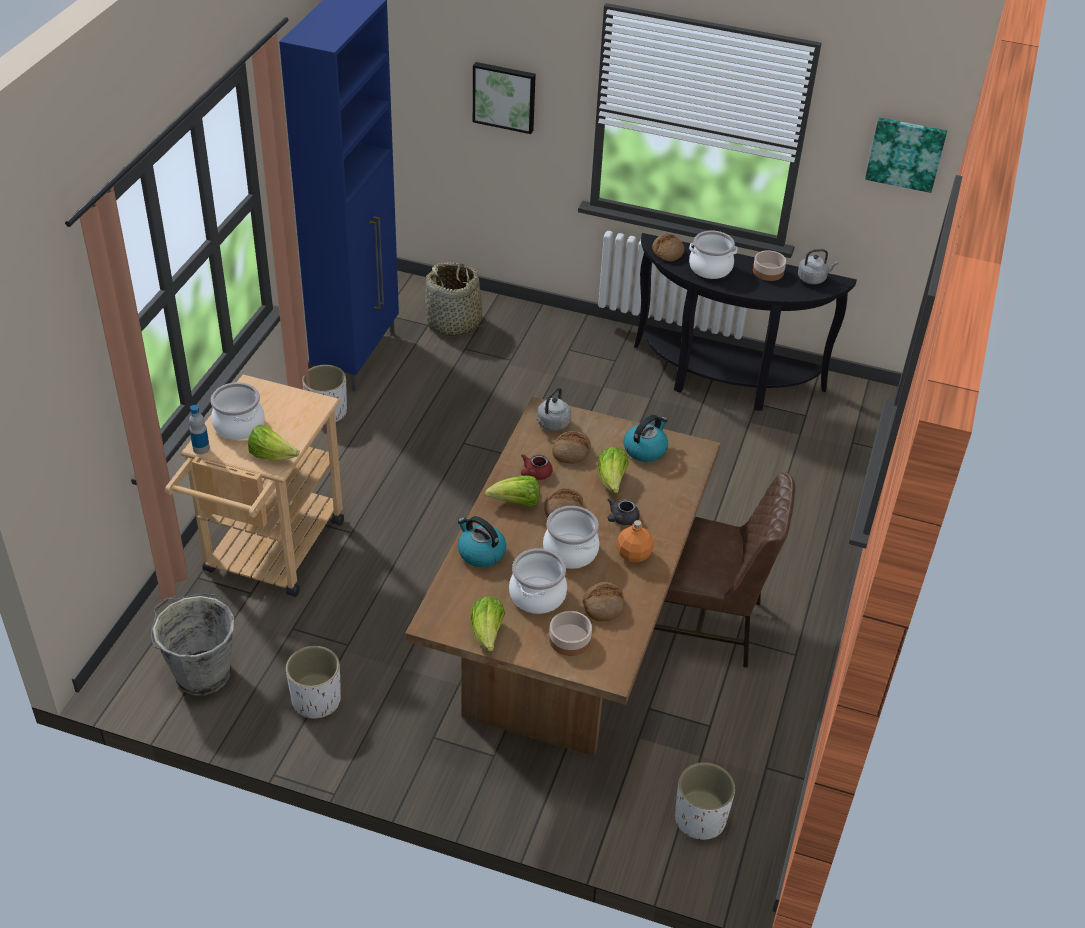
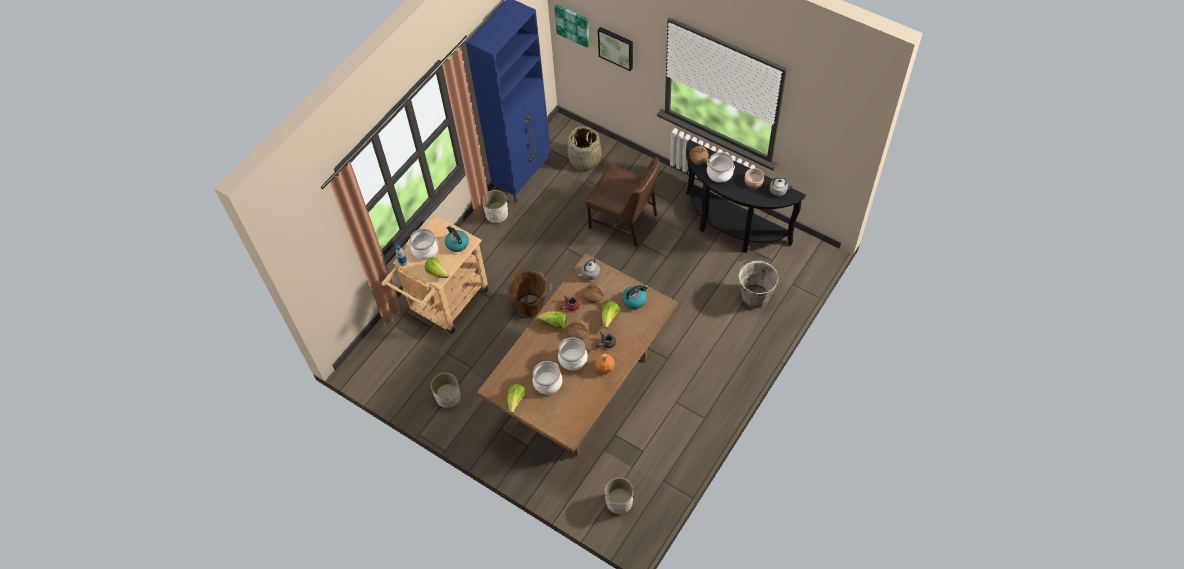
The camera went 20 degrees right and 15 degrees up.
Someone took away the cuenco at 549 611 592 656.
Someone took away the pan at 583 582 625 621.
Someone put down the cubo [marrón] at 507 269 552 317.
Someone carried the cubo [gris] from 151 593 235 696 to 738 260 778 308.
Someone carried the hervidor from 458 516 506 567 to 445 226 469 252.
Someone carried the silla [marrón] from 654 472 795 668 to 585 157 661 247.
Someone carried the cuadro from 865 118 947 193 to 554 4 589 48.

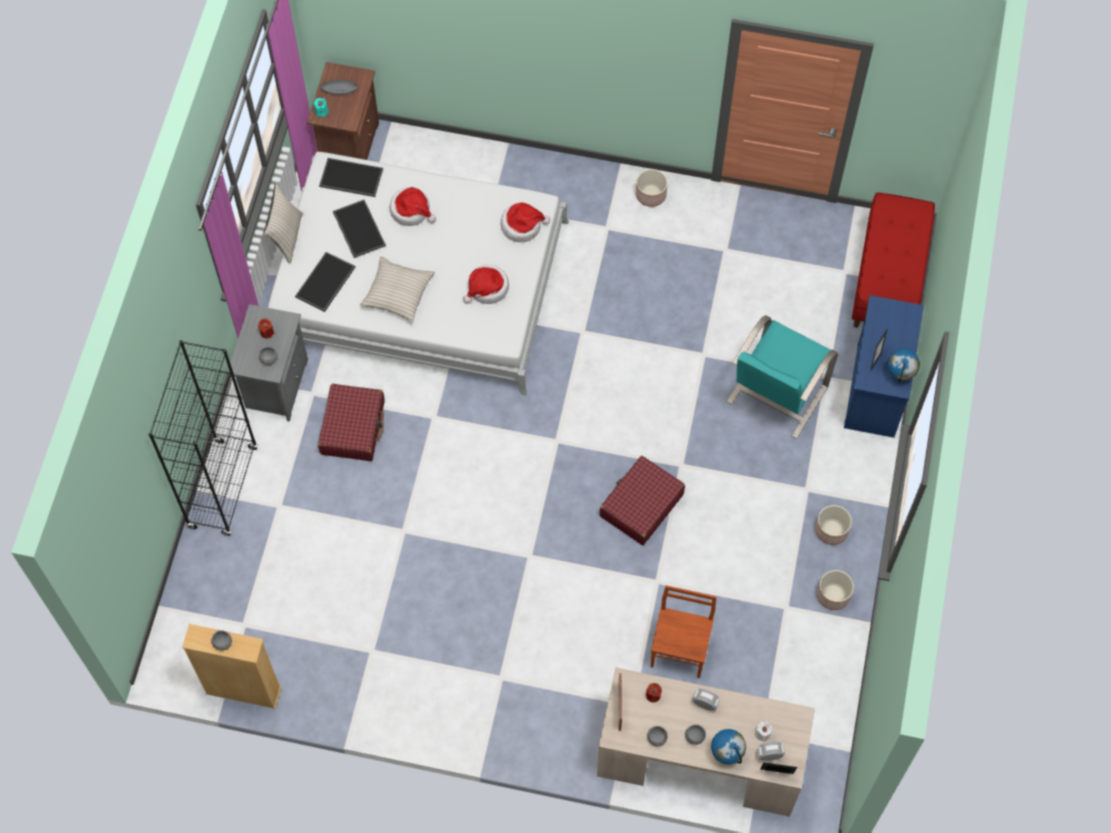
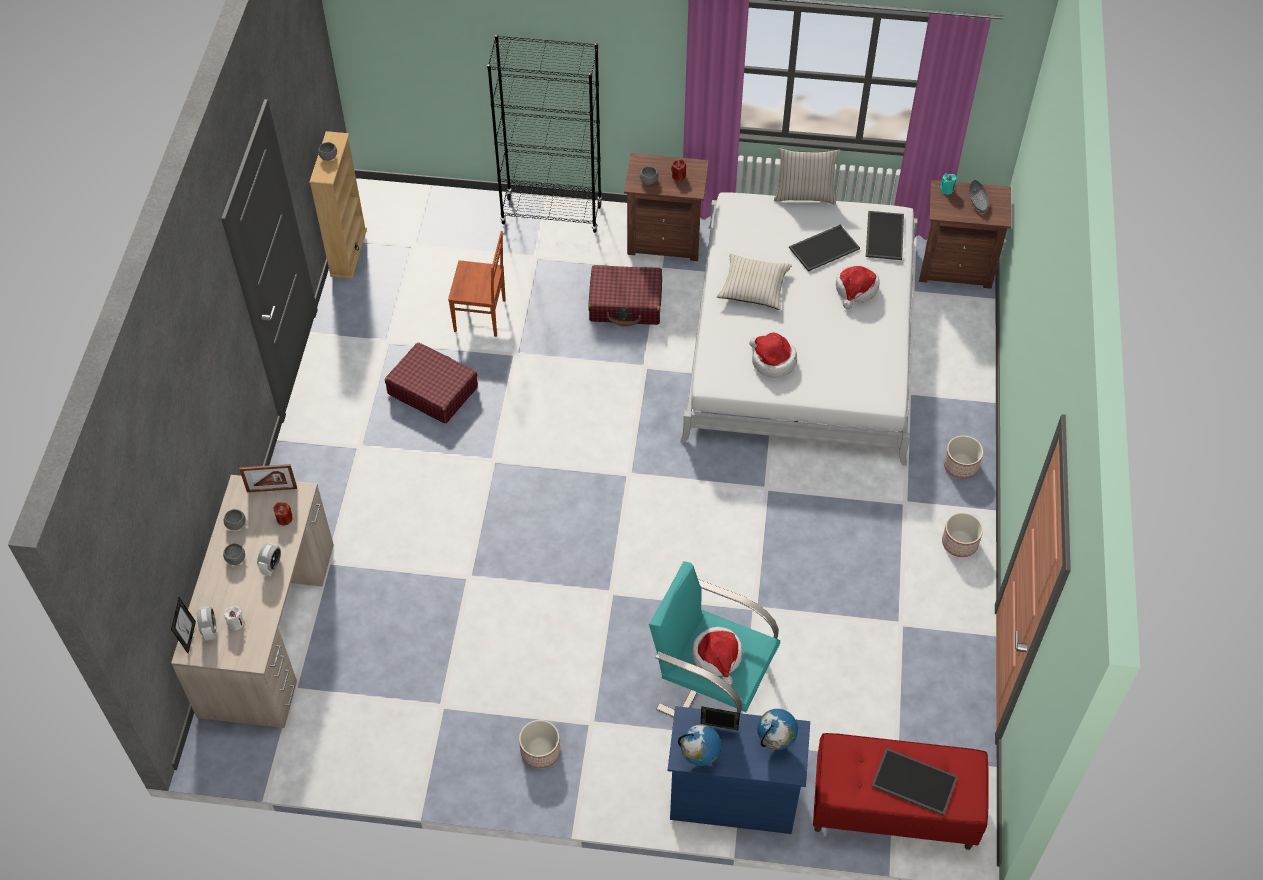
The camera went 85 degrees right and 10 degrees down.
Someone carried the bandeja from 295 252 356 312 to 871 748 958 816.
Someone carried the sombrero from 501 203 550 242 to 692 627 743 685.
Someone carried the maleta [rojo] from 600 456 685 545 to 385 342 478 424.
Someone carried the silla [marrón] from 651 586 716 678 to 448 231 506 337.
Someone carried the globo terráqueo from 711 729 746 764 to 757 709 798 750.
Someone carried the maceta from 817 570 854 610 to 944 436 983 479.
Someone repainted the mesita de noche [gris] at 228 304 308 422, which became the mesita de noche [marrón] at 624 153 709 261.

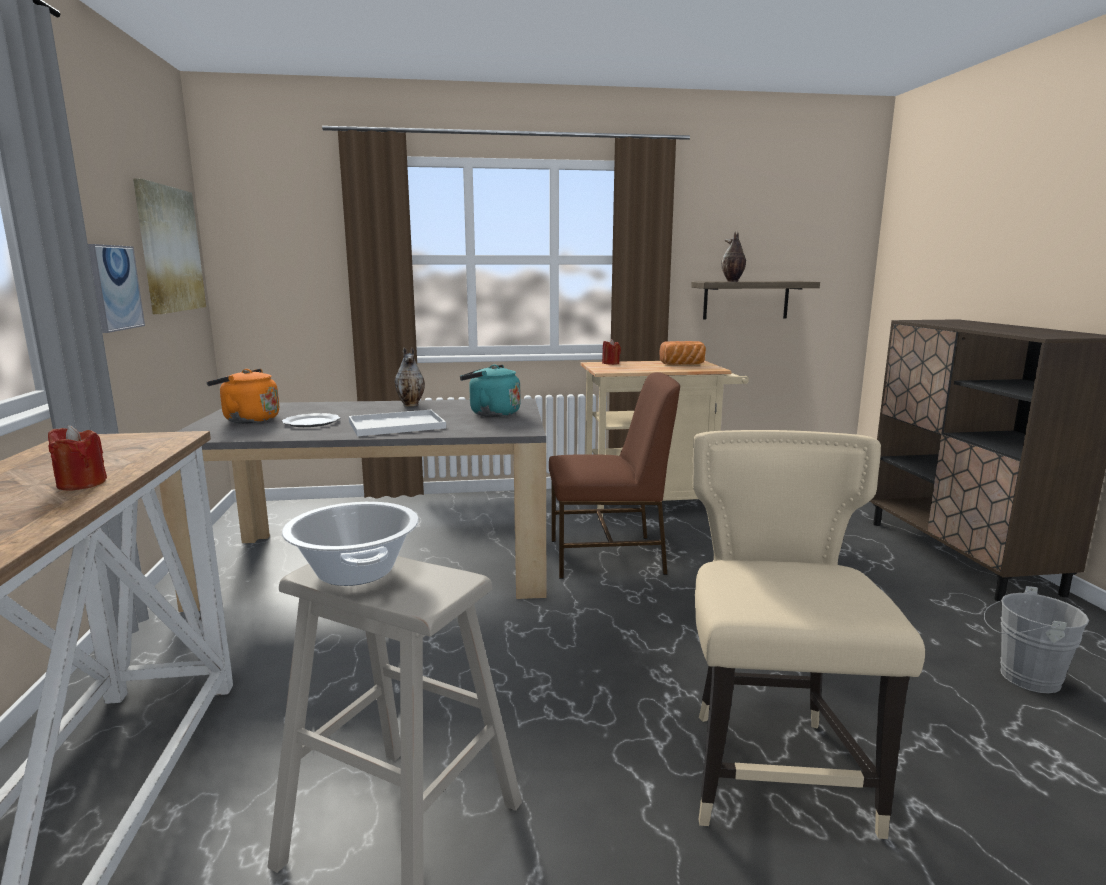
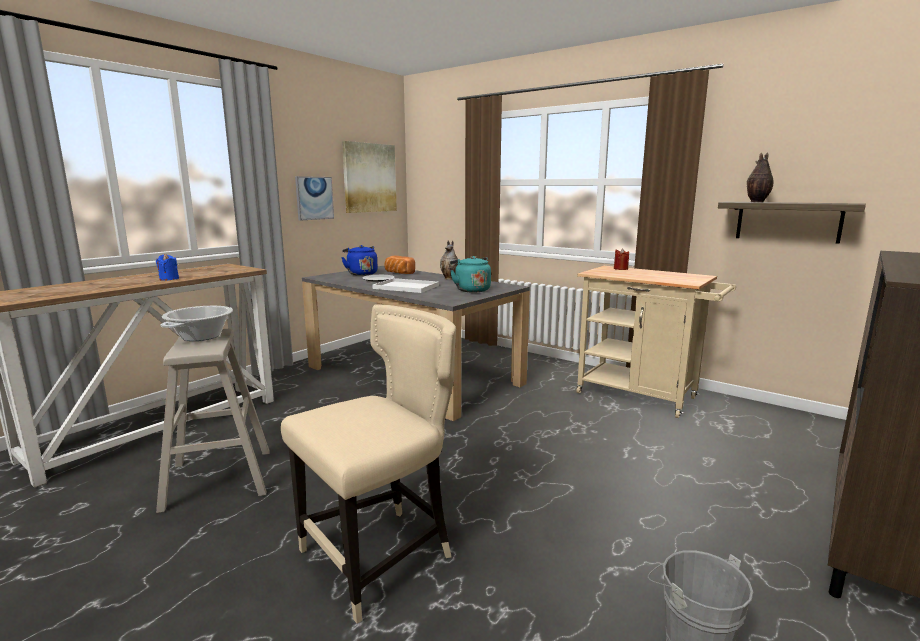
The camera went 45 degrees right and 0 degrees up.
Someone took away the silla [marrón] at 549 372 680 579.
Someone carried the pan from 659 341 706 365 to 384 255 415 274.
Someone repainted the vela [rojo] at 48 425 107 490, which became the vela [azul] at 156 254 179 281.
Someone repainted the hervidor [naranja] at 207 369 279 423, which became the hervidor [azul] at 341 245 378 276.

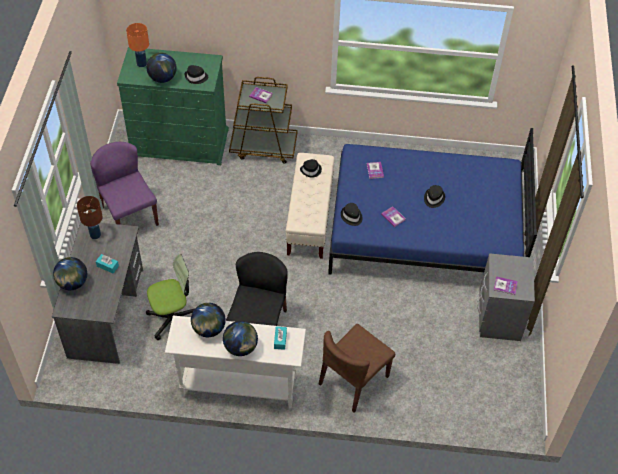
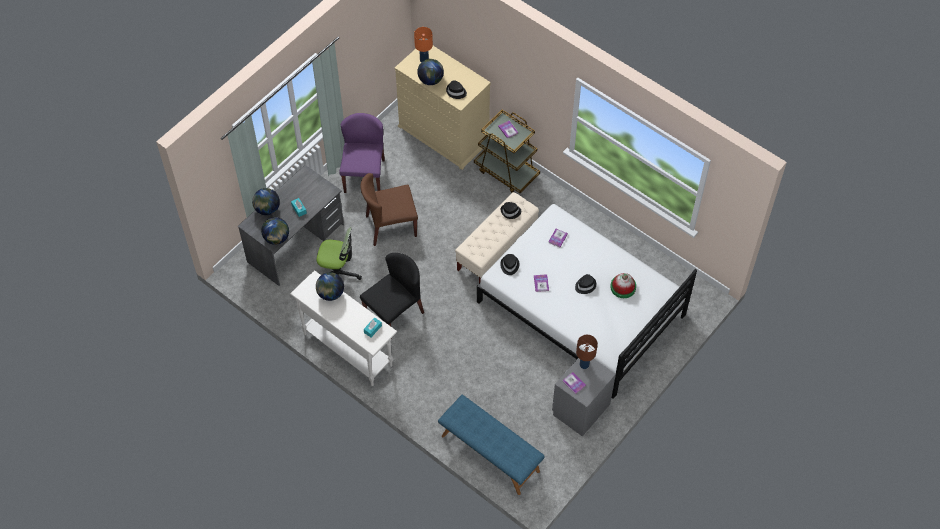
The camera went 35 degrees right and 5 degrees up.
Someone put down the banco [azul] at 438 395 545 495.
Someone put down the sombrero at 610 273 636 298.
Someone carried the lámpara de mesa [marrón] from 77 196 103 239 to 576 335 598 369.
Someone carried the globo terráqueo from 223 321 258 356 to 261 217 289 245.
Someone carried the silla [marrón] from 319 324 395 412 to 360 173 418 246.
Someone repainted the cómoda [verde] at 117 47 229 165, which became the cómoda [beis] at 395 46 491 170.
Someone repainted the cama [azul] at 328 128 537 275, which became the cama [blanco] at 477 204 697 399.

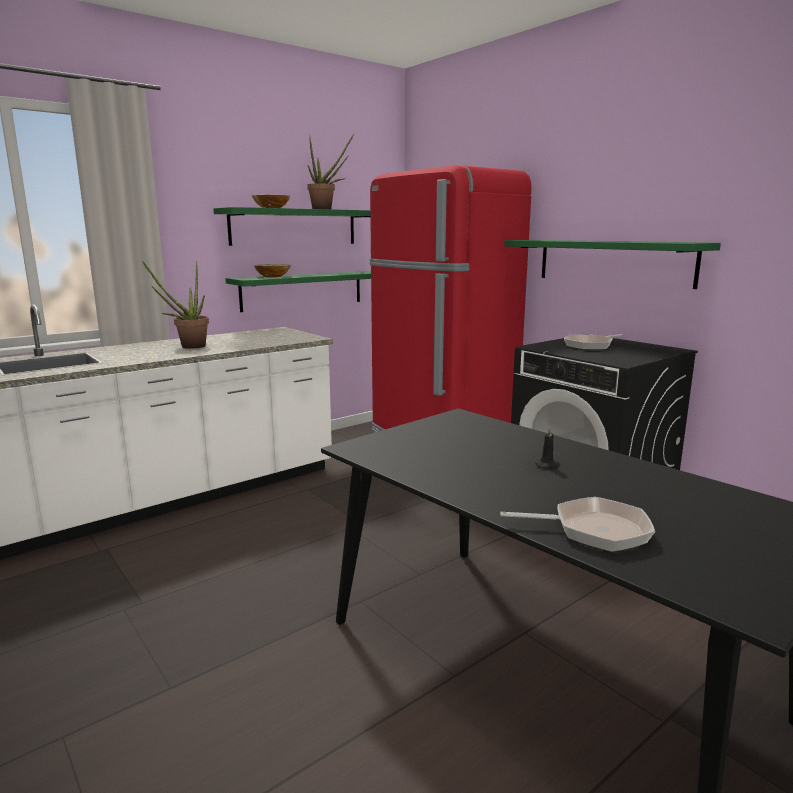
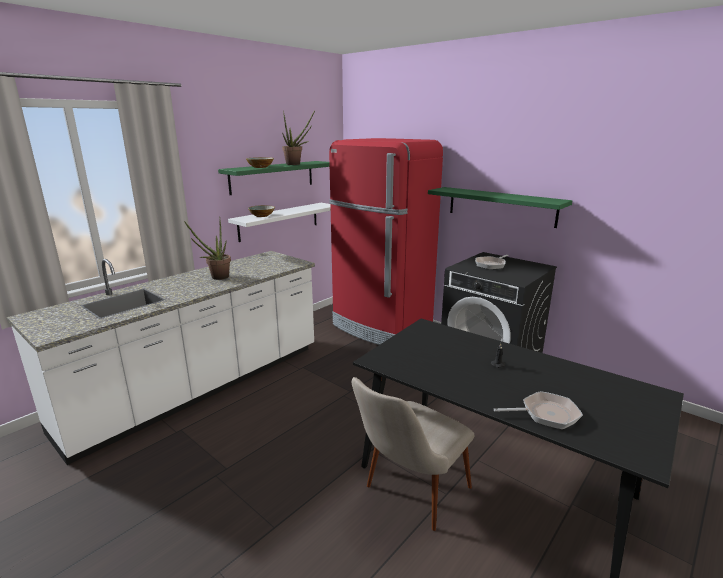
The camera went 10 degrees left and 5 degrees up.
Someone put down the silla [beis] at 352 377 474 531.
Someone repainted the estante [verde] at 225 271 371 312, which became the estante [blanco] at 228 203 331 242.

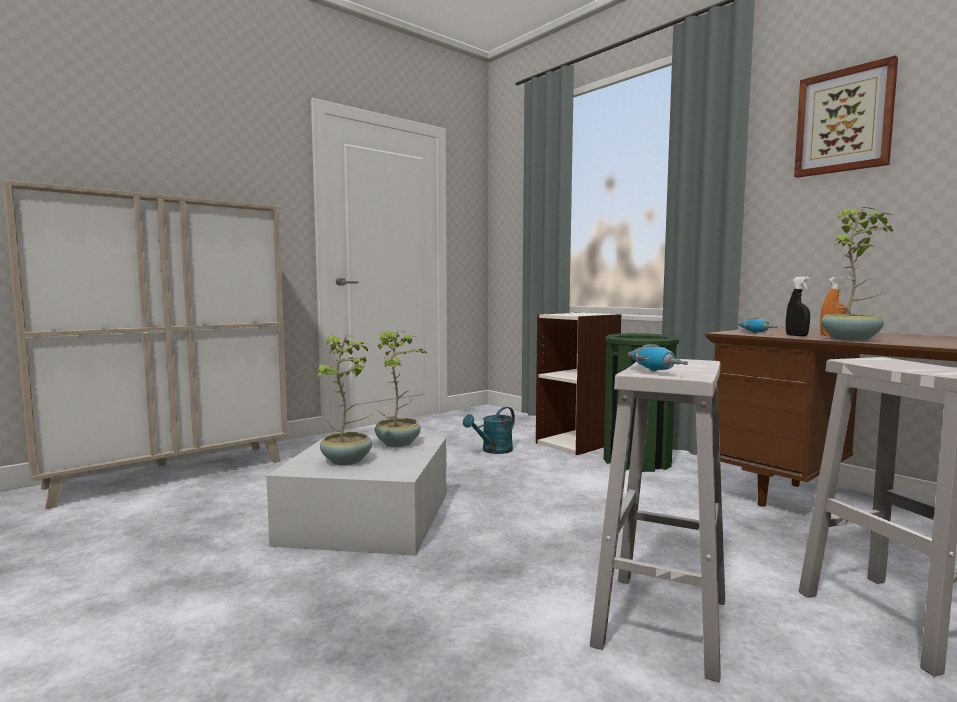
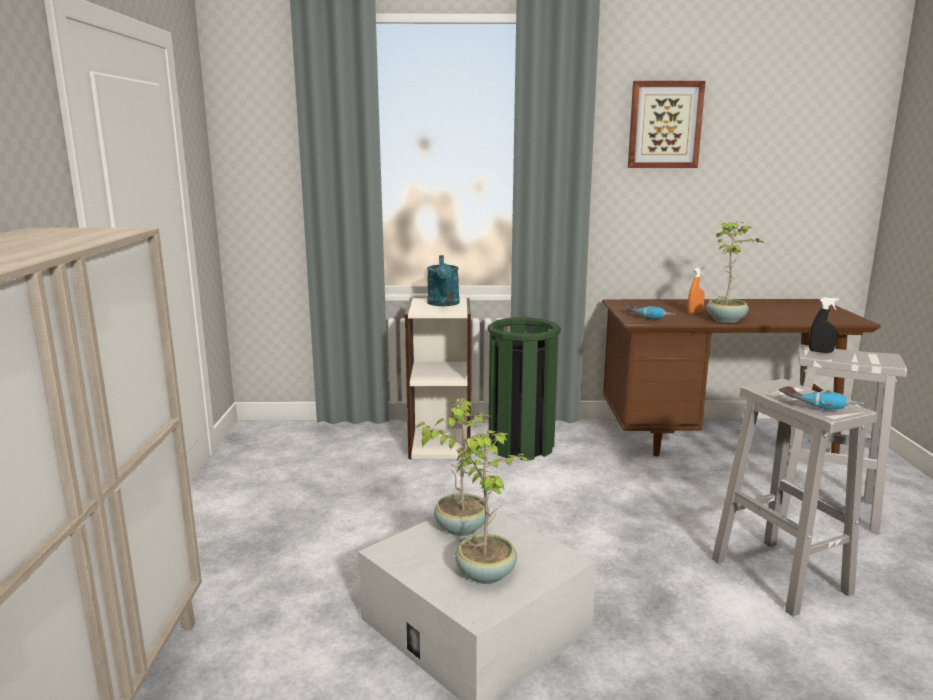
The camera went 50 degrees left and 10 degrees up.
Someone carried the regadera [turquesa] from 463 407 515 454 to 427 255 460 306.
Someone carried the pulverizador [negro] from 786 276 810 336 to 809 297 839 353.

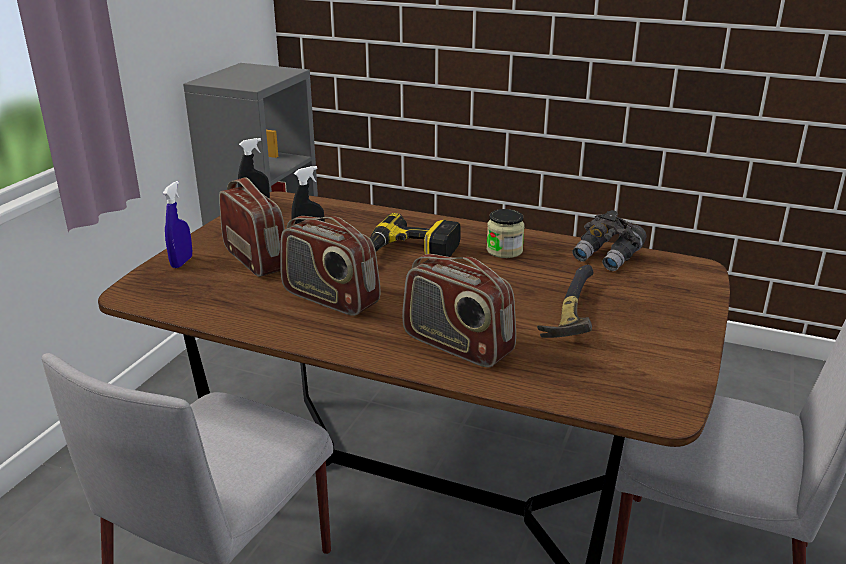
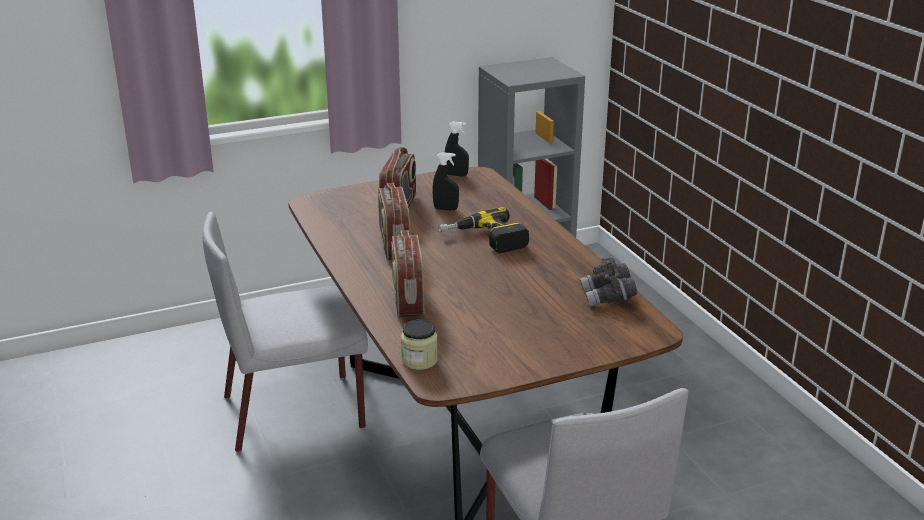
The camera went 45 degrees right and 0 degrees up.
Someone took away the pulverizador [azul] at 163 181 192 268.
Someone took away the martillo at 537 265 593 338.
Someone carried the tarro from 487 209 525 258 to 401 320 438 370.

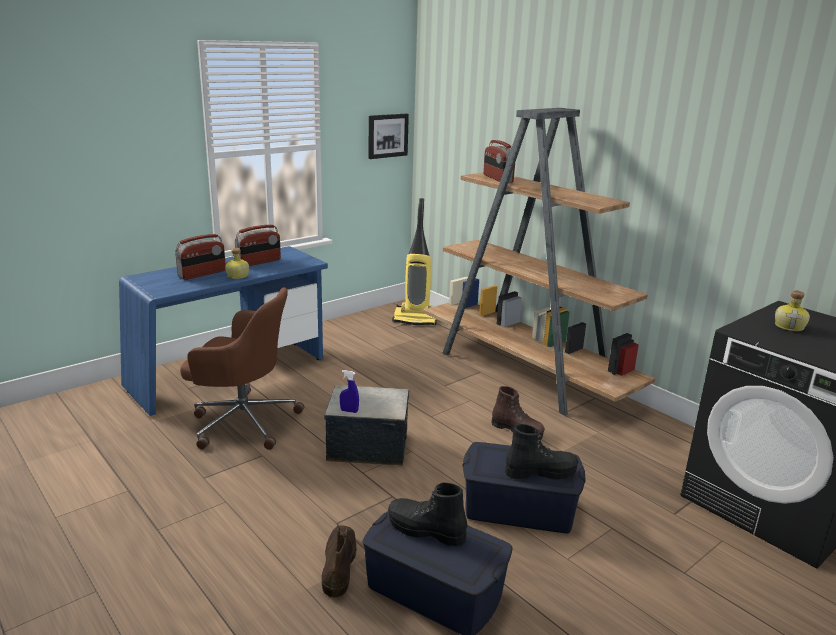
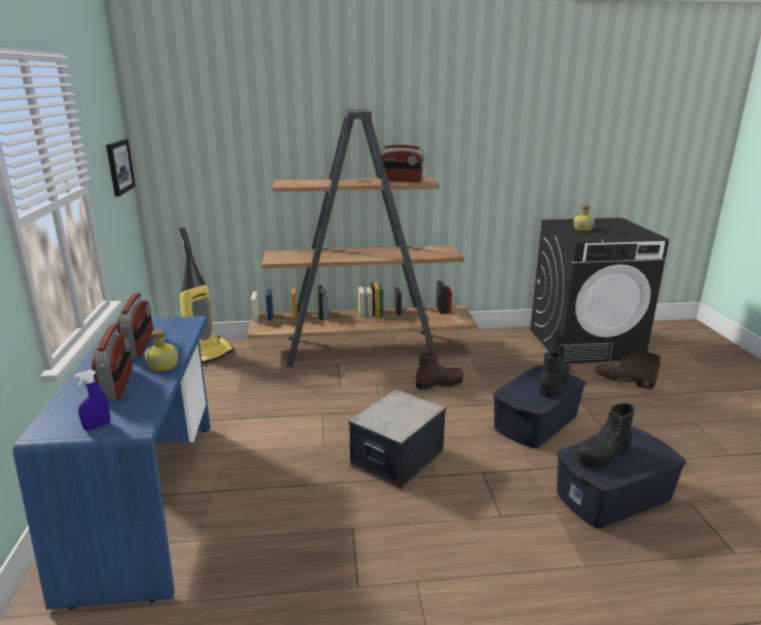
The camera went 55 degrees left and 0 degrees up.
Someone took away the silla de oficina [marrón] at 180 287 304 450.
Someone carried the bota [marrón] from 321 525 356 598 to 595 349 661 389.
Someone carried the pulverizador [azul] from 340 370 359 413 to 74 370 110 431.
Someone carried the radio from 483 140 515 183 to 381 145 424 182.

